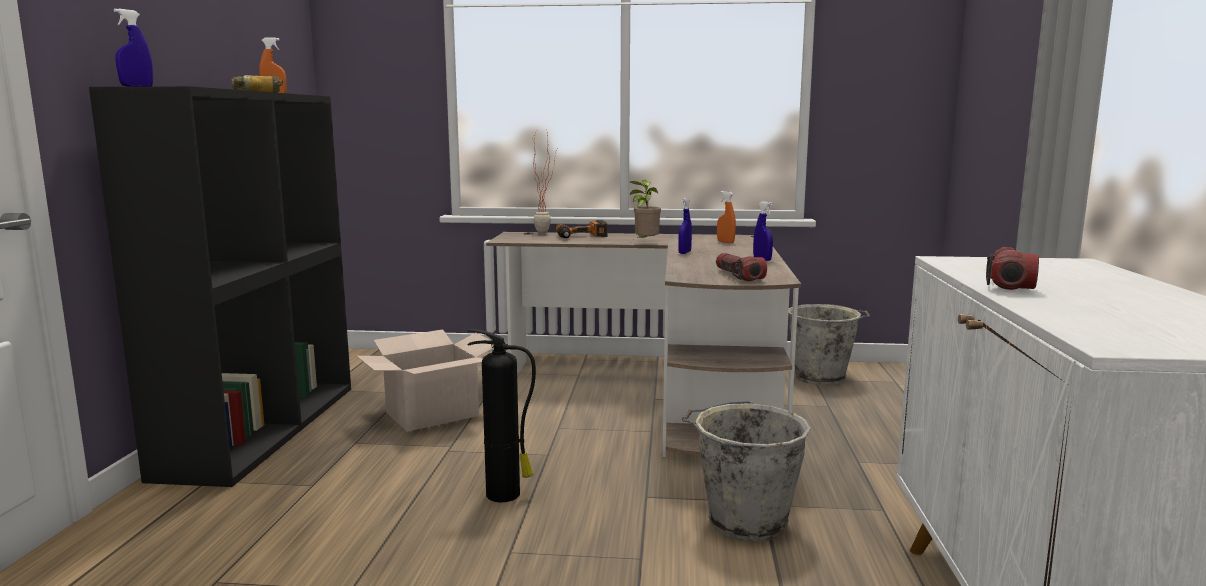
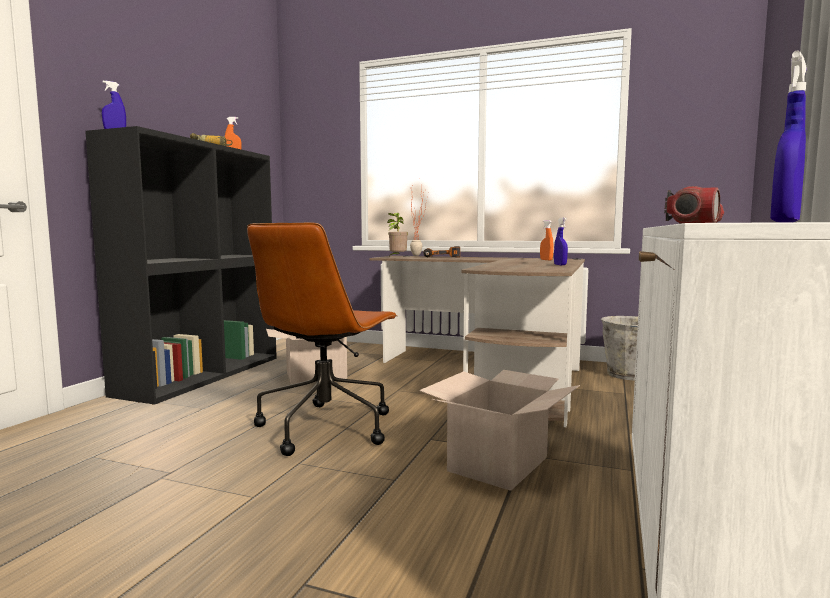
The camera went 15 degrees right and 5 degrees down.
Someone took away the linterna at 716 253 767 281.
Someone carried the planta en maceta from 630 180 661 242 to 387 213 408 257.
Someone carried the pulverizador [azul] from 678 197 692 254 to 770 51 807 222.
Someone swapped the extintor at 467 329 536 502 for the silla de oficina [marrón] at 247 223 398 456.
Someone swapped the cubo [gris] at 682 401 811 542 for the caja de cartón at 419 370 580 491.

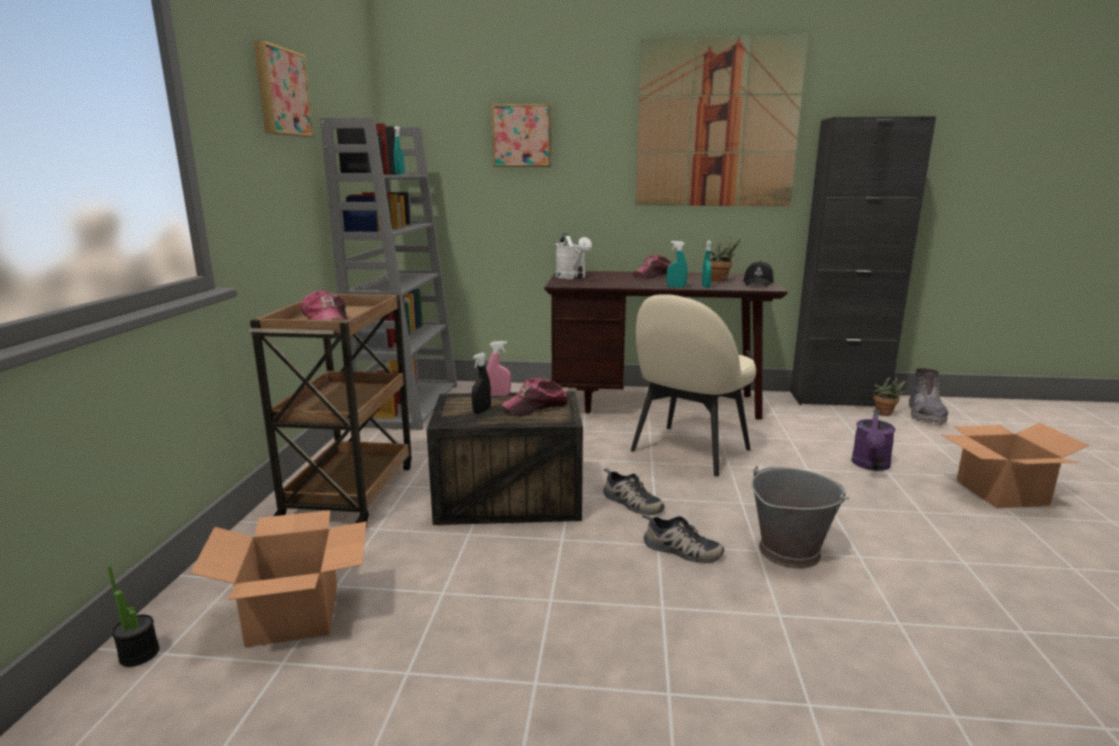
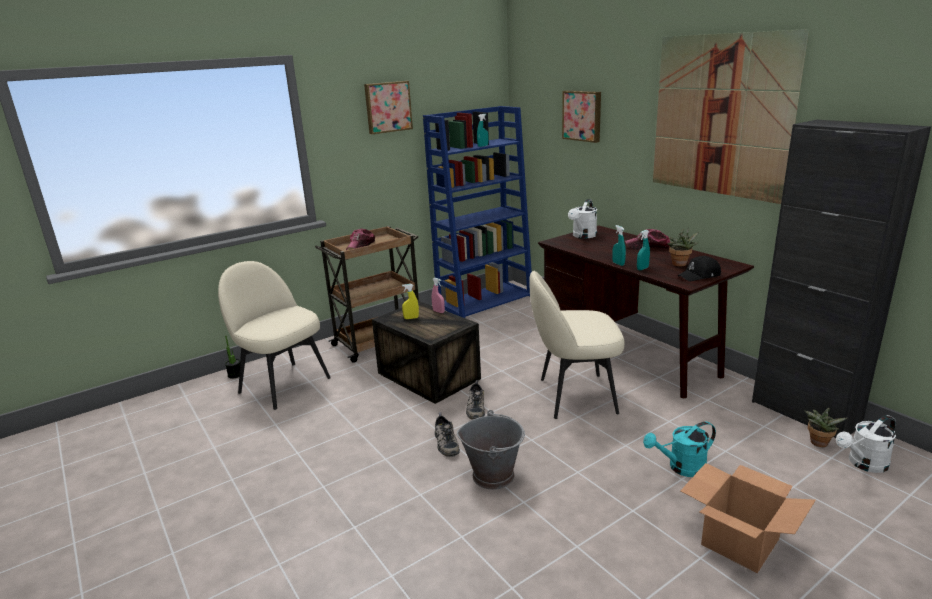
The camera went 50 degrees right and 5 degrees up.
Someone took away the gorra at 500 378 569 416.
Someone swapped the caja de cartón at 190 510 367 647 for the silla [beis] at 218 261 331 410.
Someone swapped the bota [gris] at 909 368 948 425 for the regadera [blanco] at 836 415 896 473.
Someone repainted the estantería [gris] at 320 117 457 430, which became the estantería [azul] at 423 106 532 318.
Someone repainted the pulverizador [negro] at 472 353 491 414, which became the pulverizador [amarillo] at 402 284 419 319.
Someone repainted the regadera [morado] at 851 409 895 471, which became the regadera [turquesa] at 643 422 716 477.

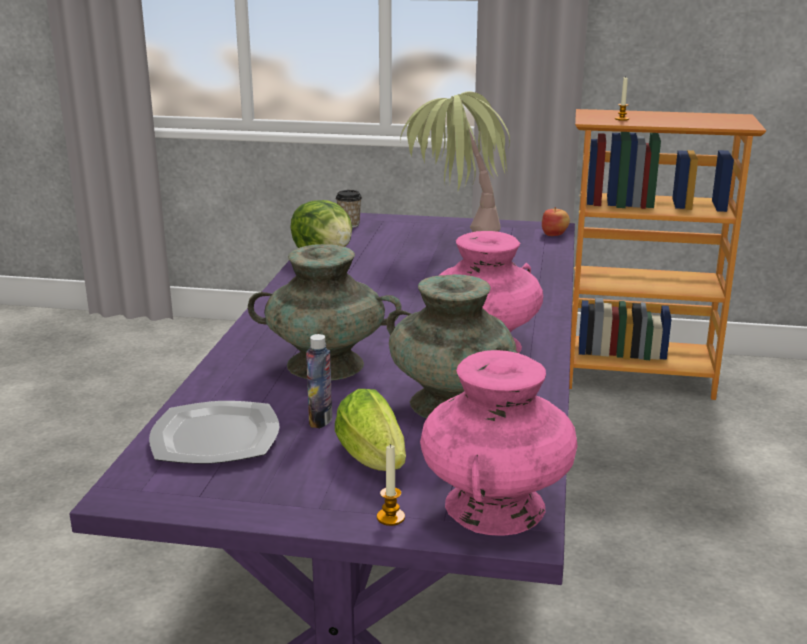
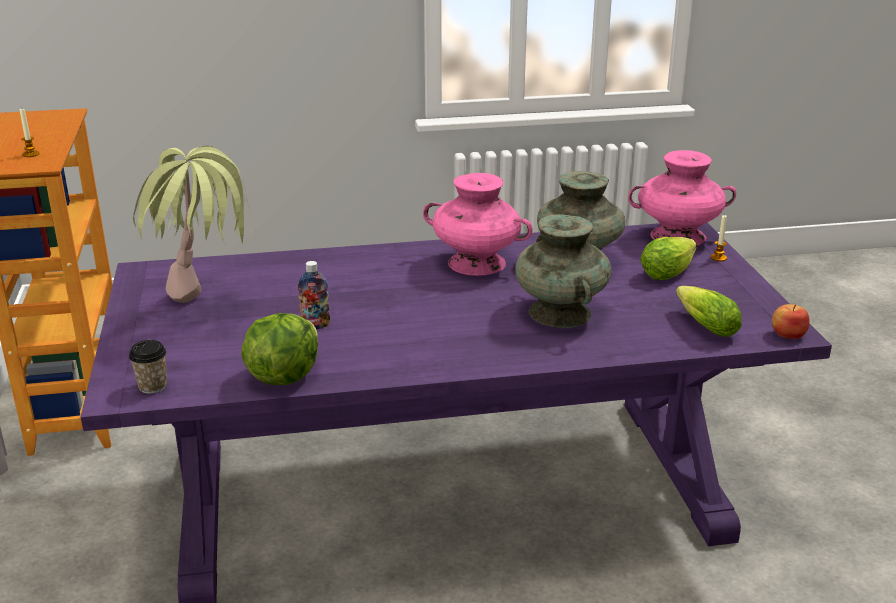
The camera went 110 degrees left and 5 degrees up.
Someone carried the botella from 306 334 332 428 to 298 261 330 329.
Someone carried the manzana from 542 207 570 236 to 772 304 810 339.
Someone swapped the plato at 149 401 279 464 for the lechuga at 676 286 742 337.

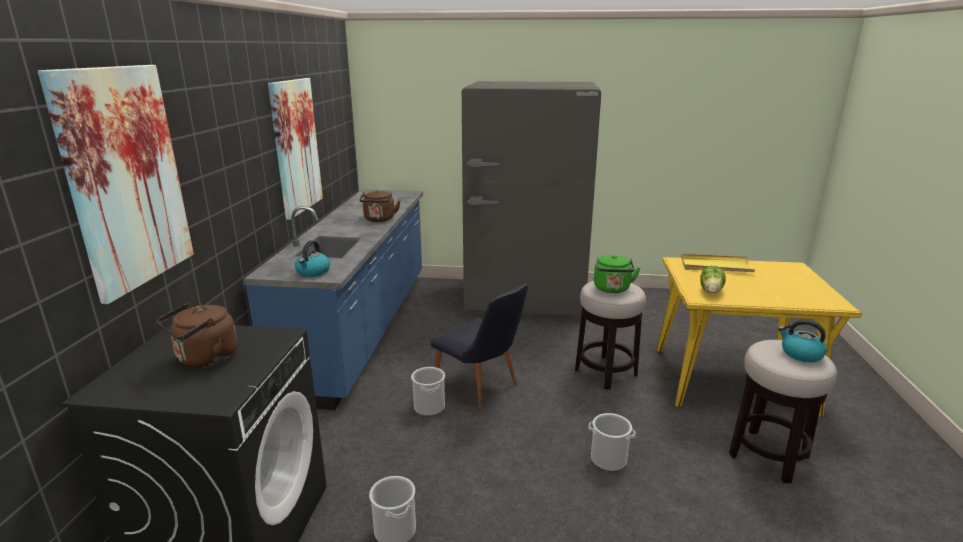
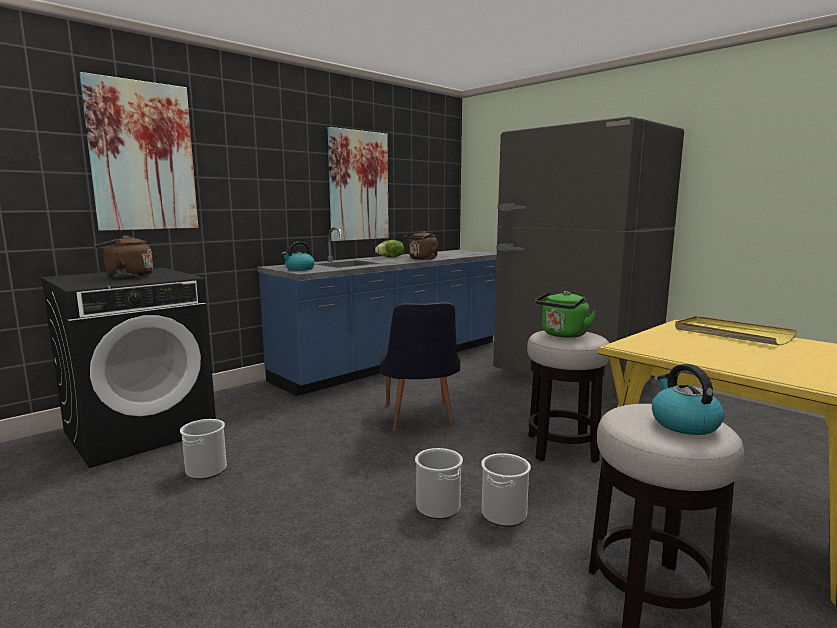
The camera went 40 degrees right and 10 degrees down.
Someone carried the cubo from 411 367 445 416 to 481 453 531 527.
Someone carried the lechuga from 700 266 726 293 to 375 240 404 257.

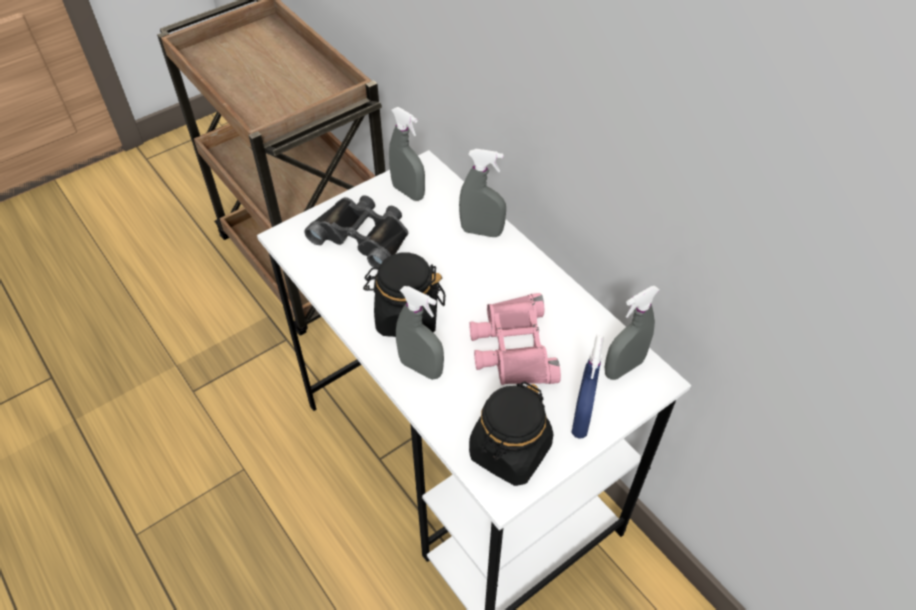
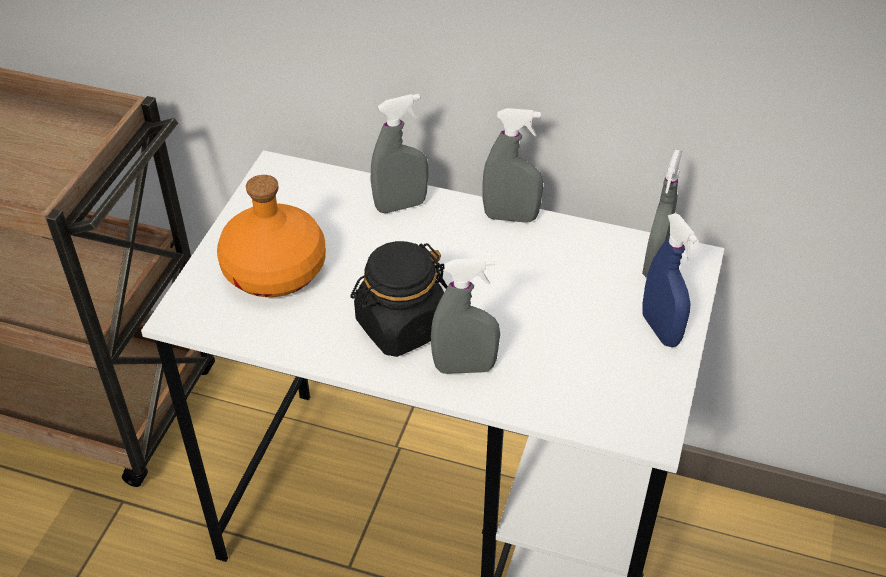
The camera went 35 degrees left and 5 degrees down.
Someone took away the prismáticos [rosa] at 469 293 561 385.
Someone took away the tarro [negro] at 469 382 554 486.
Someone carried the pulverizador [gris] from 389 107 425 201 to 482 108 543 223.
Someone swapped the prismáticos [negro] at 304 195 408 270 for the botella [naranja] at 217 175 326 297.

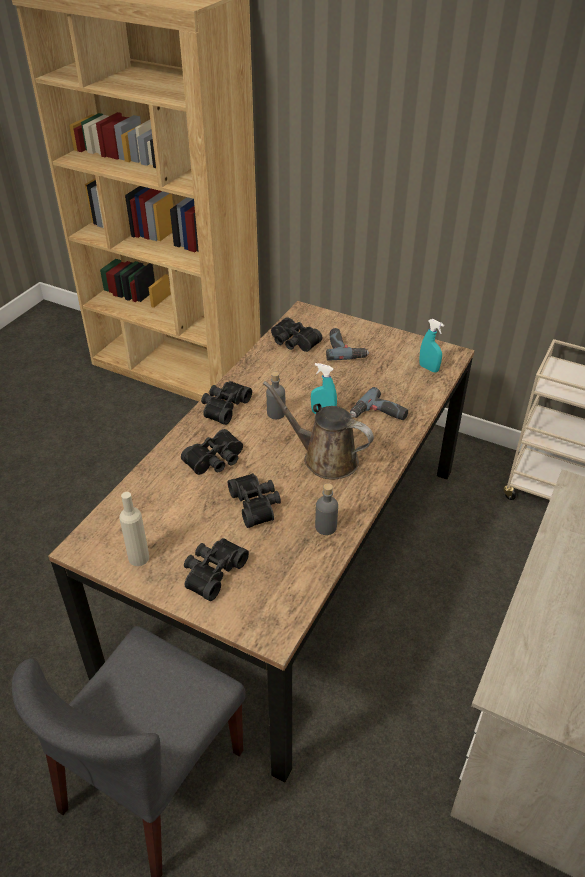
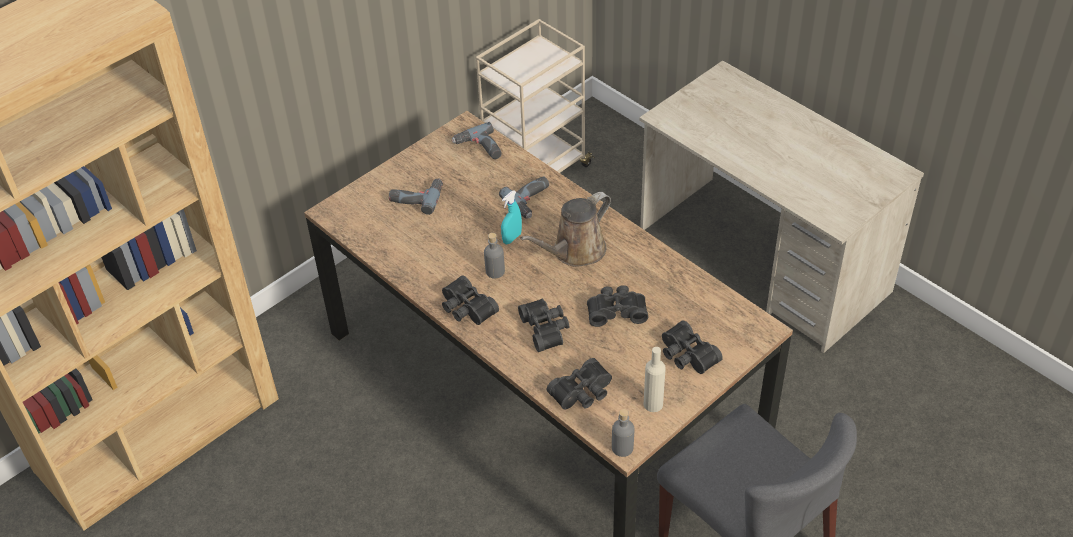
The camera went 70 degrees left and 5 degrees up.
Someone carried the prismáticos [negro] from 271 318 322 352 to 547 358 612 409.
Someone carried the botella [gris] from 315 483 338 535 to 612 409 634 457.
Someone swapped the pulverizador [turquesa] at 419 319 444 373 for the taladro at 452 122 501 159.

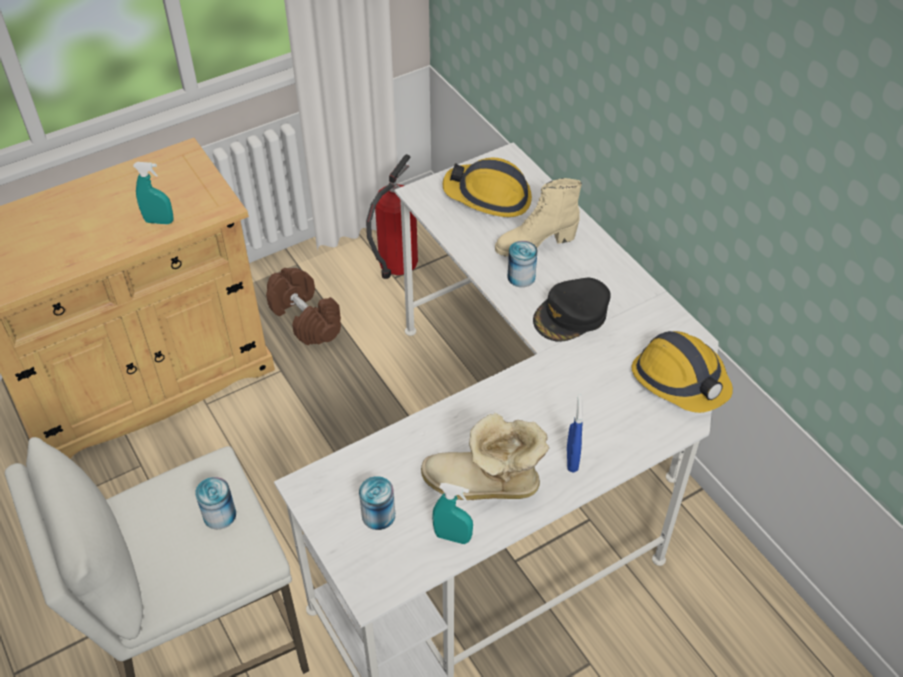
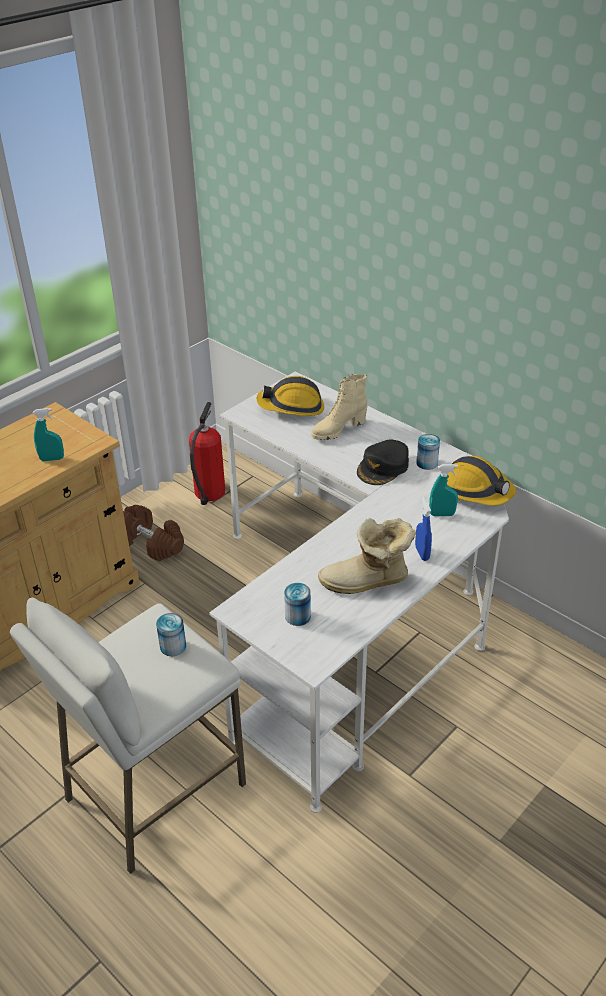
The camera went 15 degrees left and 10 degrees down.
Someone carried the pulverizador [turquesa] from 432 483 473 544 to 429 464 458 516.
Someone carried the lata from 507 241 538 287 to 416 434 440 470.

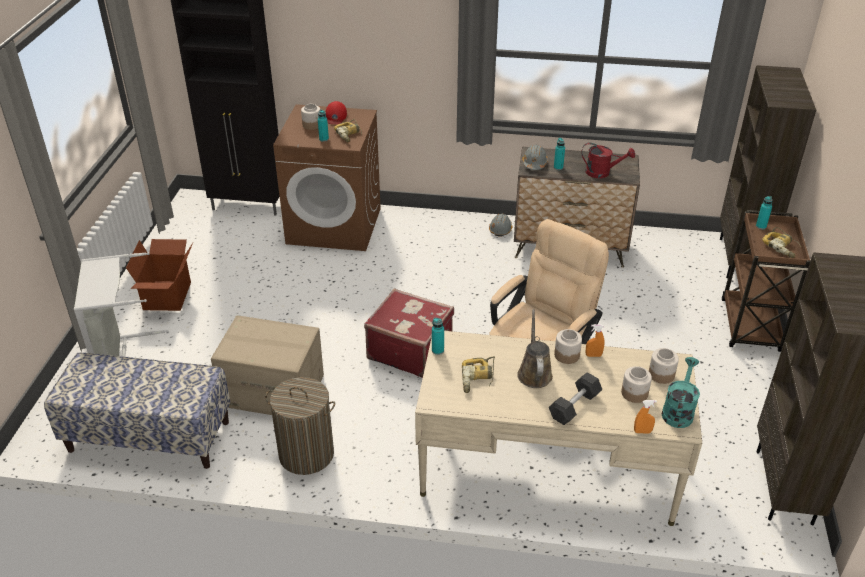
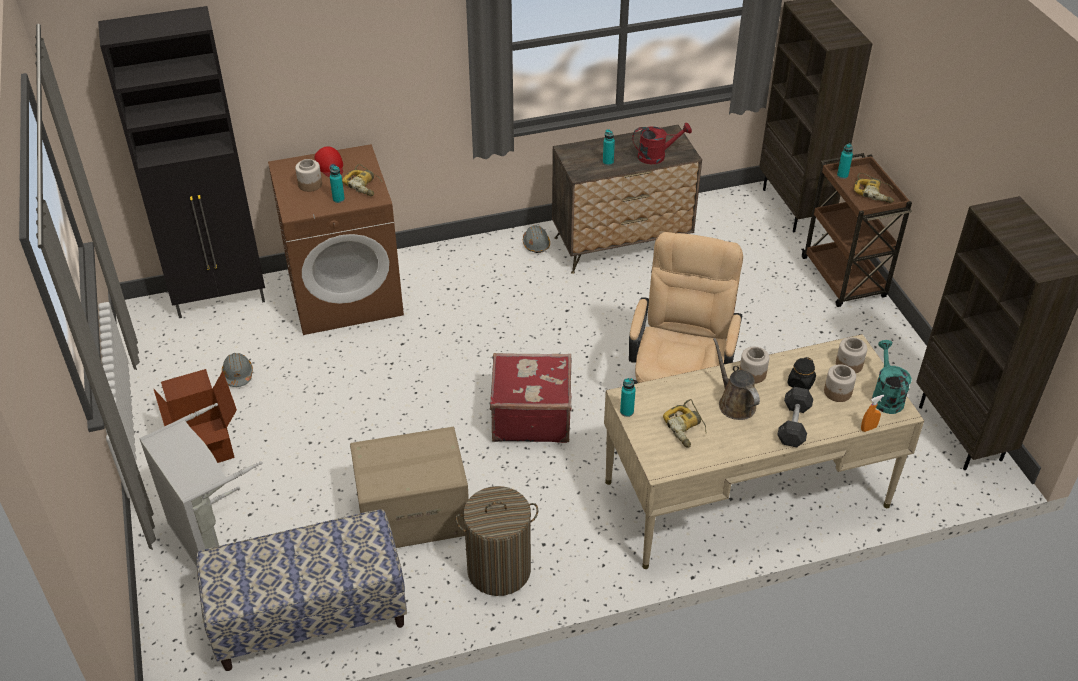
The camera went 25 degrees left and 5 degrees up.
Someone took away the pulverizador [naranja] at 586 324 604 357.
Someone put down the tarro [negro] at 787 357 816 390.
Someone carried the casco [gris] from 522 145 548 170 to 222 353 253 387.

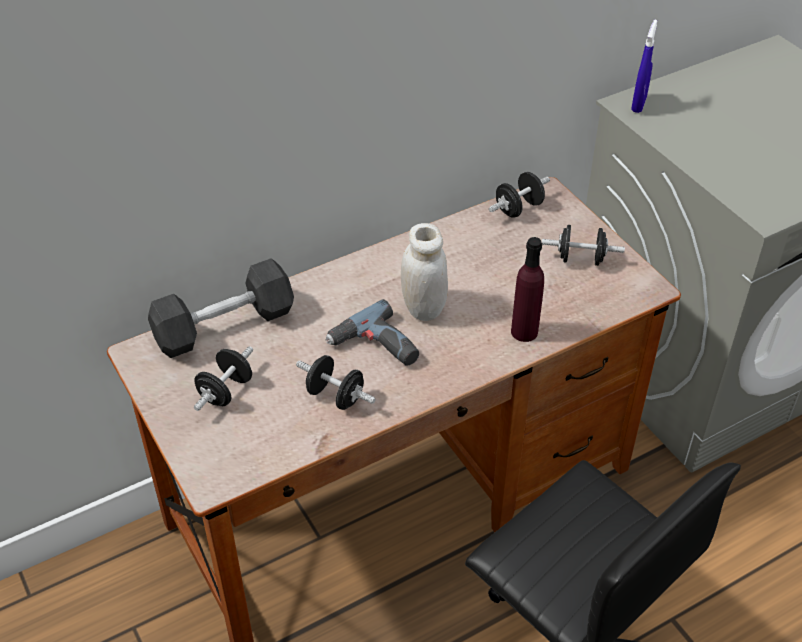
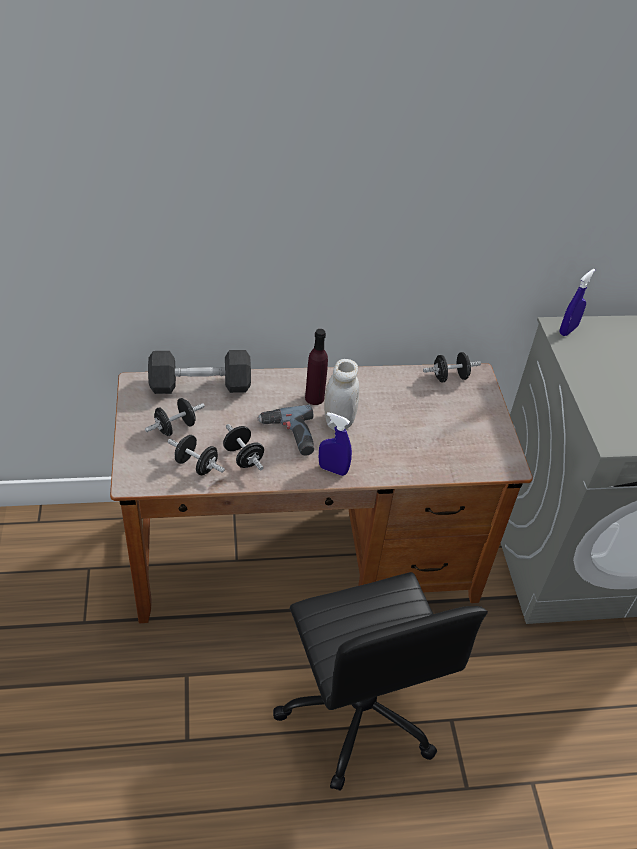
The camera went 20 degrees right and 0 degrees up.
Someone put down the pulverizador [azul] at 319 412 352 476.
Someone carried the botella [morado] from 511 237 544 342 to 305 329 328 405.
Someone carried the mancuerna [negro] from 542 225 625 266 to 168 435 225 475.

